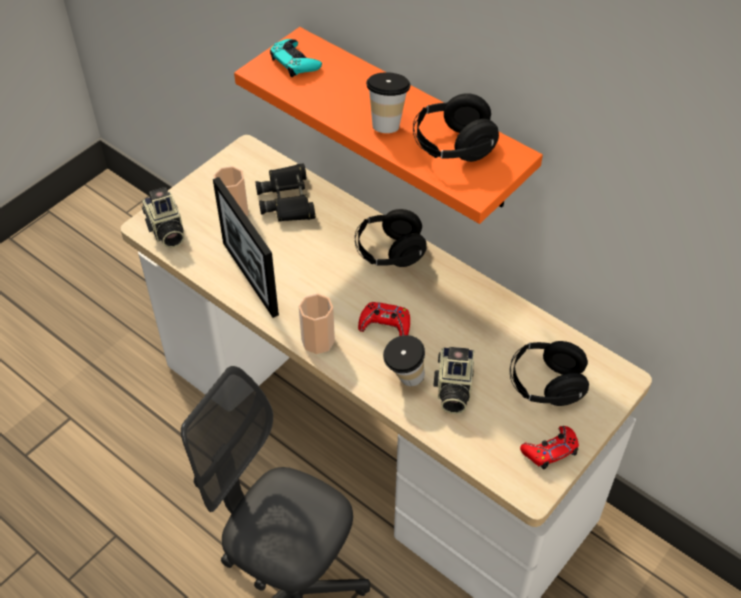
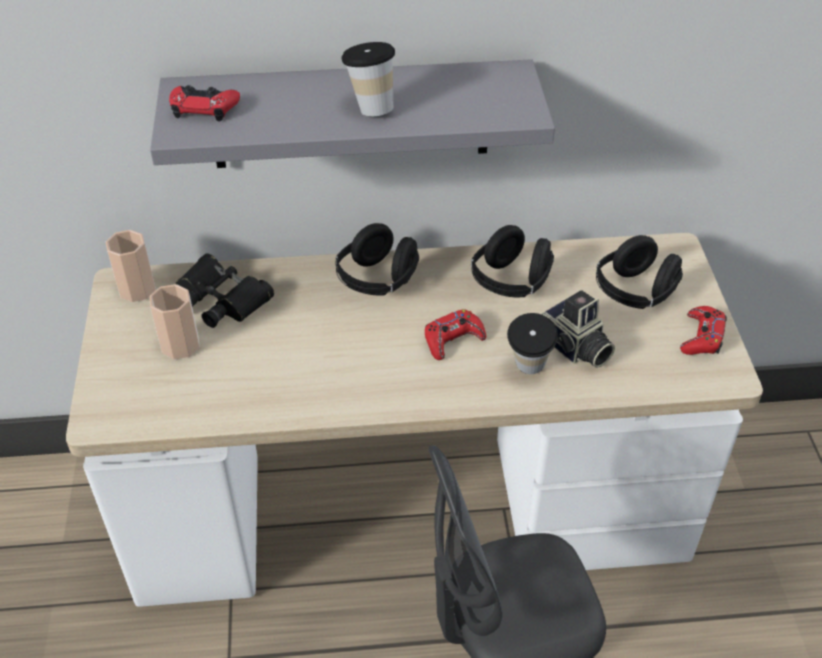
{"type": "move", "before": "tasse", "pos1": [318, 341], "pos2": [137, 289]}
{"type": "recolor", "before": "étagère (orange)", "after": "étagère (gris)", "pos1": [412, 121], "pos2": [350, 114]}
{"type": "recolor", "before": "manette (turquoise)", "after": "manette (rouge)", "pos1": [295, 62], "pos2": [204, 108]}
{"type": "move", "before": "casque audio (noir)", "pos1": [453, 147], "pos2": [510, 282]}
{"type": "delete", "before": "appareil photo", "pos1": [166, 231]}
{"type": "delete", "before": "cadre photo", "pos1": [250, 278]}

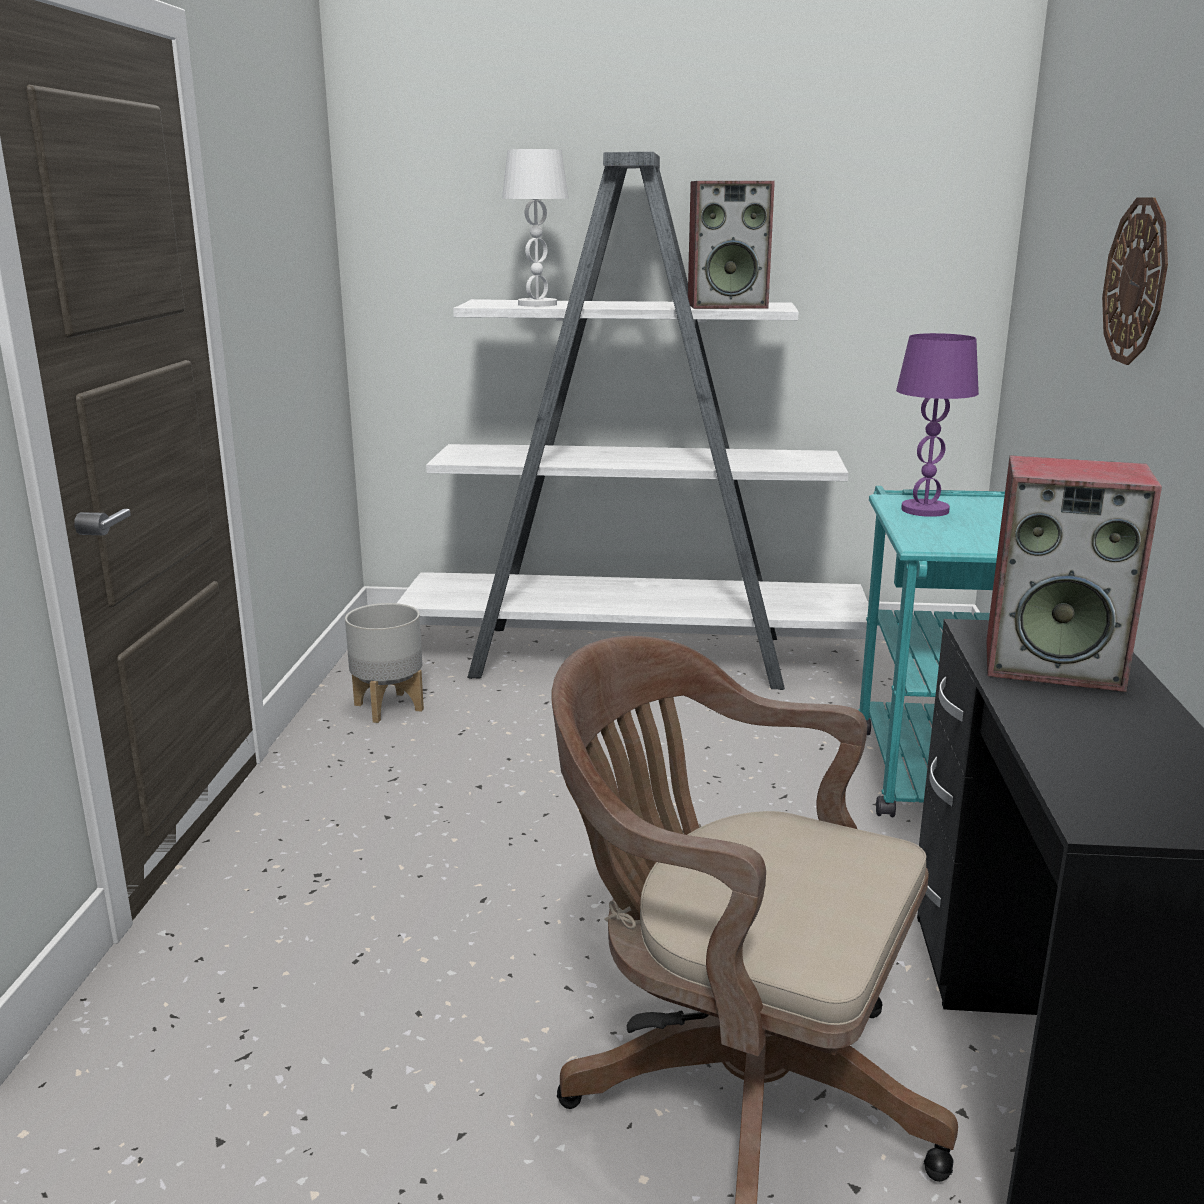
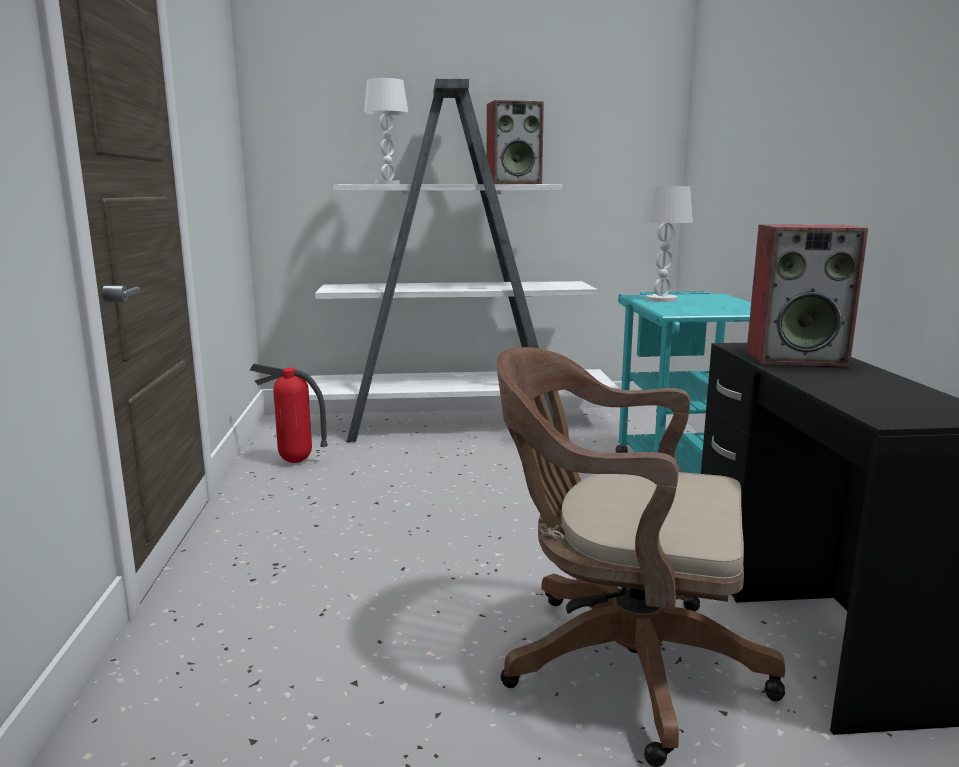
{"type": "replace", "before": "cache-pot (gris)", "after": "extincteur", "pos1": [388, 707], "pos2": [295, 462]}
{"type": "recolor", "before": "lampe de table (violet)", "after": "lampe de table (blanc)", "pos1": [924, 510], "pos2": [661, 299]}
{"type": "delete", "before": "horloge murale", "pos1": [1136, 281]}

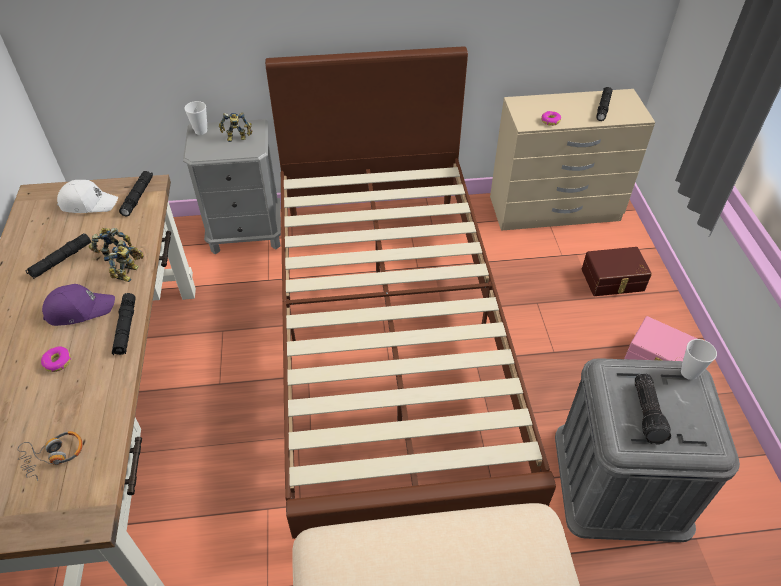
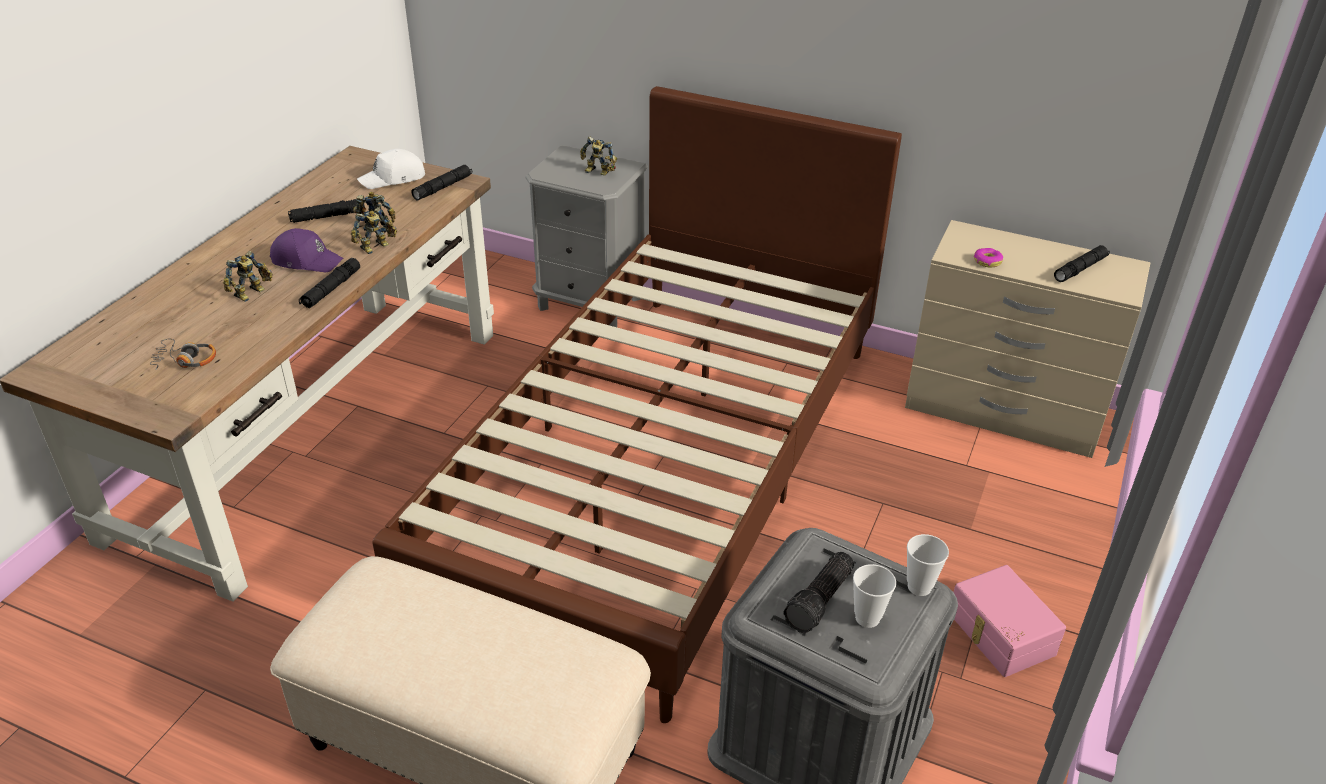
{"type": "replace", "before": "beignet", "after": "robot jouet", "pos1": [57, 362], "pos2": [252, 293]}
{"type": "rotate", "before": "casquette (blanc)", "pos1": [88, 203], "pos2": [393, 178], "turn": 120}
{"type": "move", "before": "tasse", "pos1": [201, 131], "pos2": [867, 618]}
{"type": "delete", "before": "boîte de rangement (marron)", "pos1": [613, 280]}

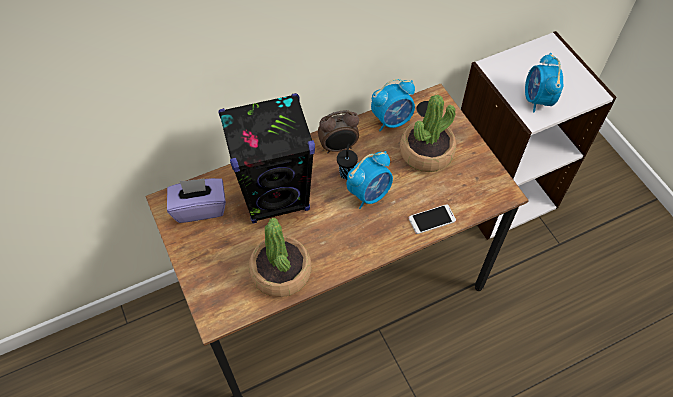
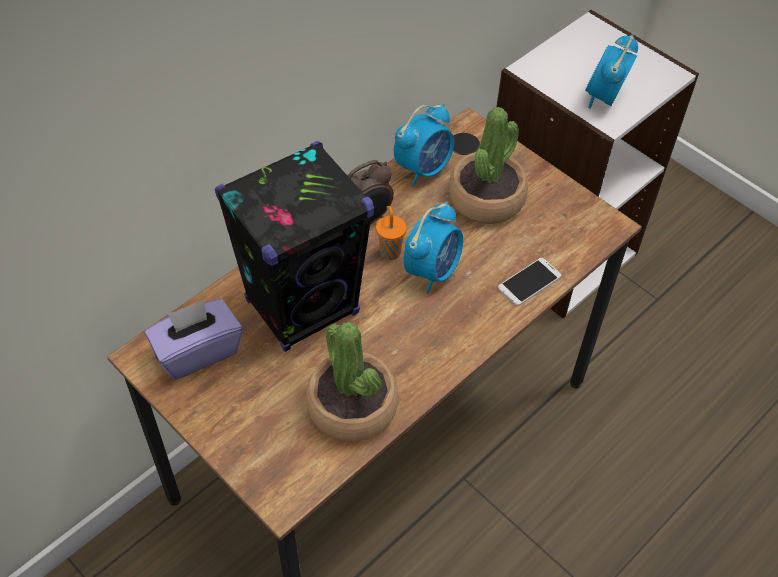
{"type": "recolor", "before": "tasse (noir)", "after": "tasse (orange)", "pos1": [347, 173], "pos2": [390, 251]}
{"type": "rotate", "before": "réveil", "pos1": [537, 100], "pos2": [604, 98], "turn": 45}

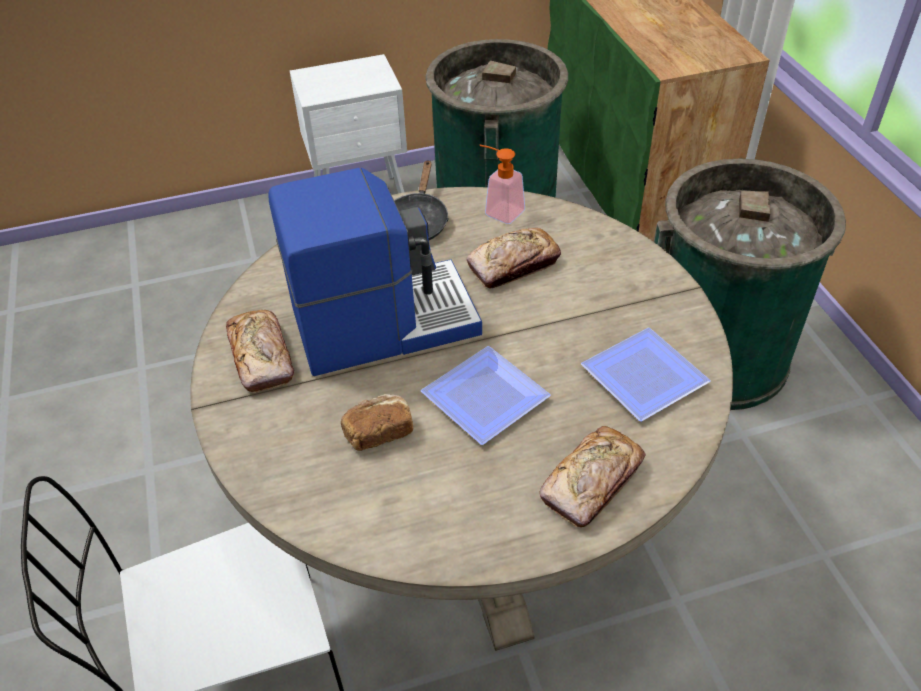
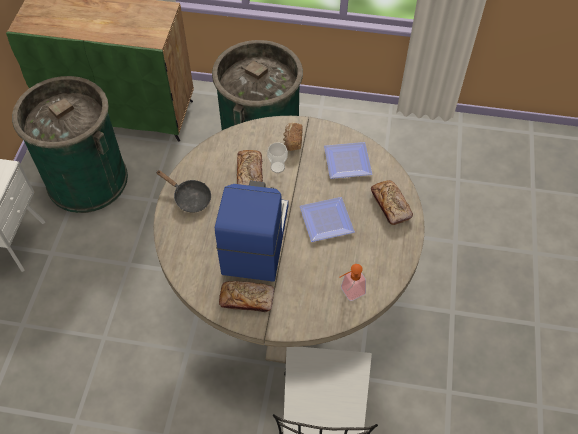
{"type": "insert", "after": "tasse", "pos2": [277, 167]}
{"type": "move", "before": "pain", "pos1": [378, 432], "pos2": [292, 141]}
{"type": "move", "before": "distributeur de savon", "pos1": [499, 210], "pos2": [349, 292]}

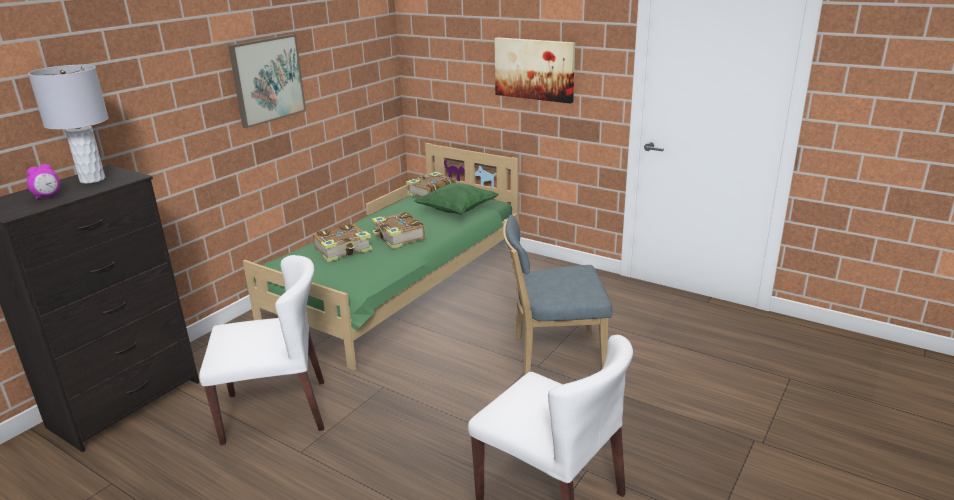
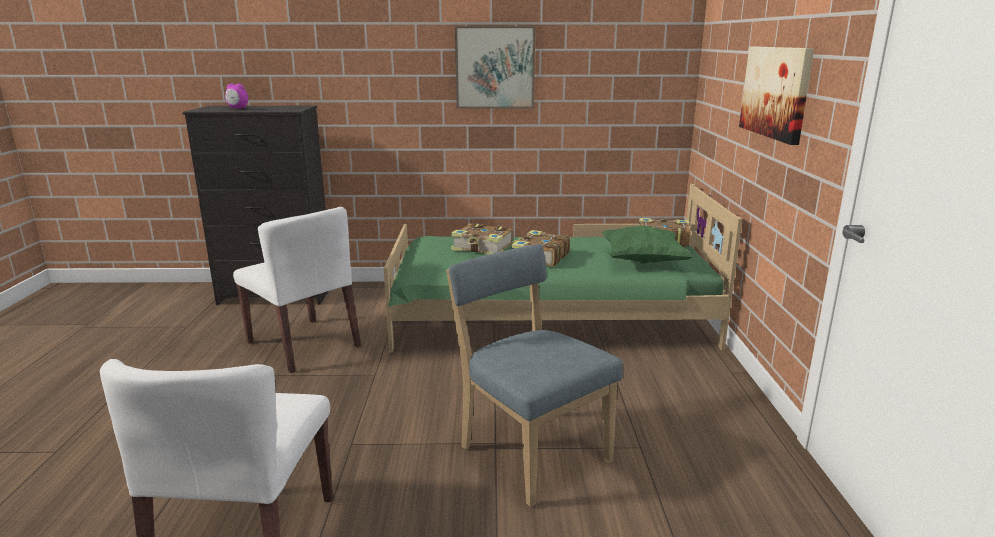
{"type": "delete", "before": "lampe de table (gris)", "pos1": [92, 179]}

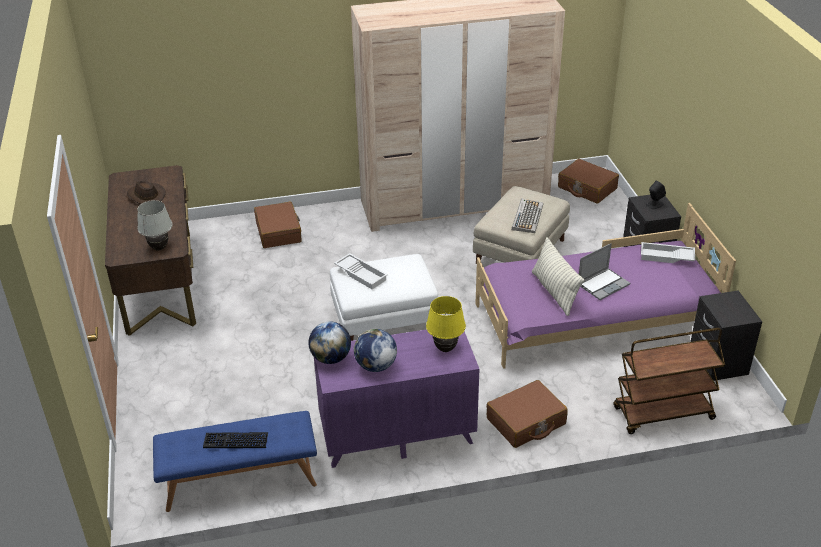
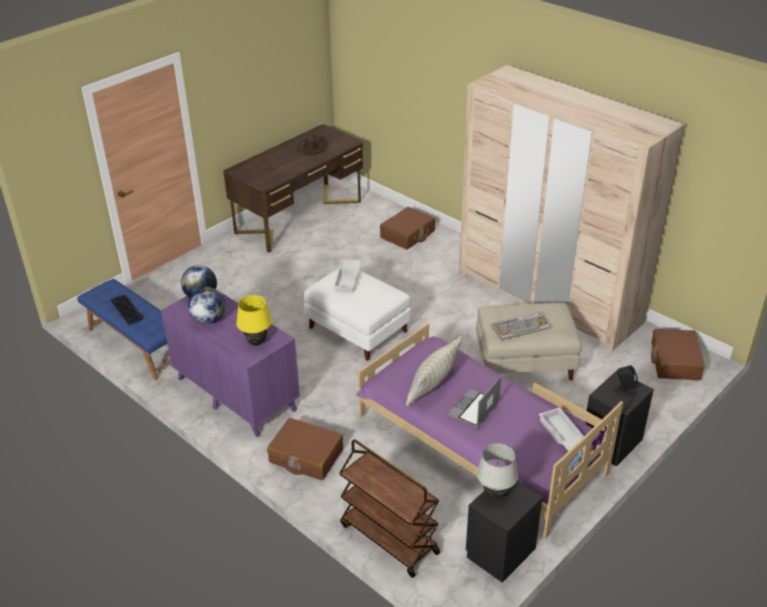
{"type": "rotate", "before": "ordinateur portable", "pos1": [603, 284], "pos2": [474, 410], "turn": 105}
{"type": "move", "before": "lampe de table (blanc)", "pos1": [159, 248], "pos2": [495, 495]}

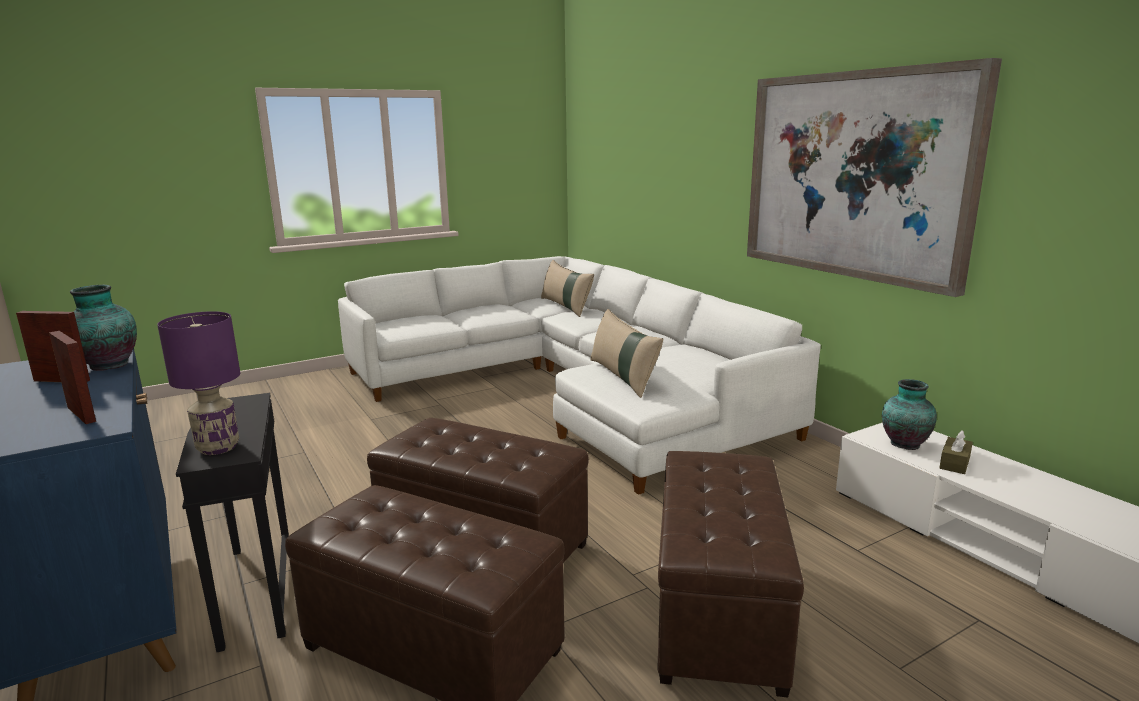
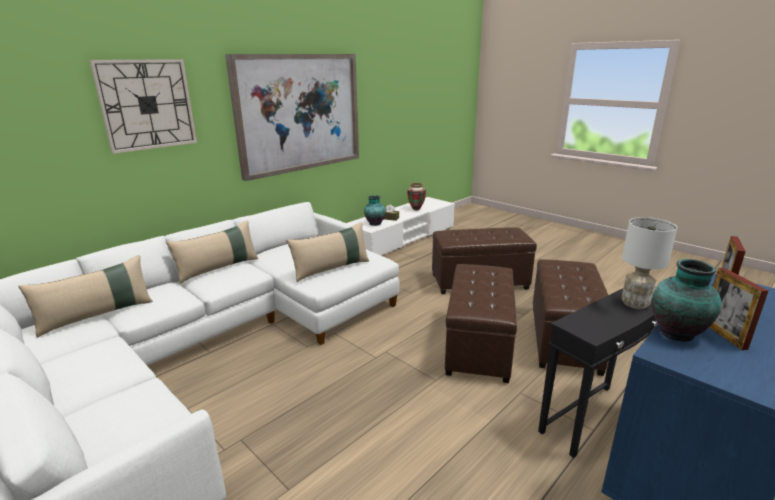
{"type": "insert", "after": "horloge murale", "pos2": [147, 105]}
{"type": "insert", "after": "coussin (beige)", "pos2": [218, 268]}
{"type": "insert", "after": "vase", "pos2": [416, 209]}
{"type": "recolor", "before": "lampe de table (violet)", "after": "lampe de table (blanc)", "pos1": [219, 447], "pos2": [634, 304]}

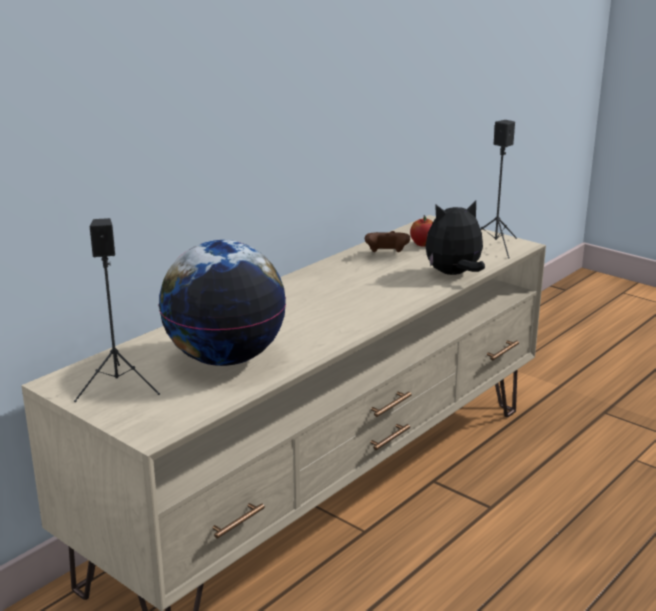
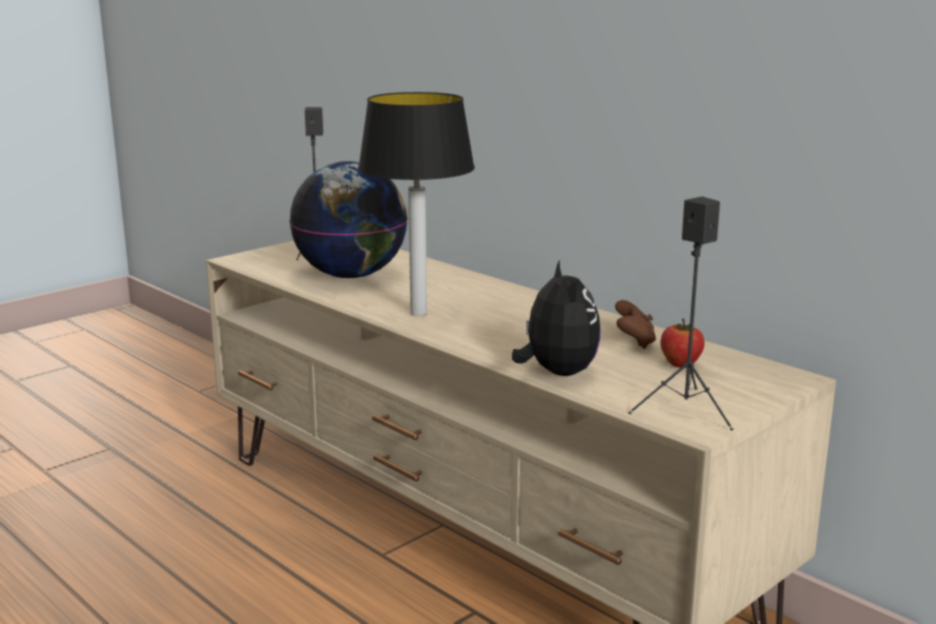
{"type": "insert", "after": "lampe de table", "pos2": [417, 313]}

